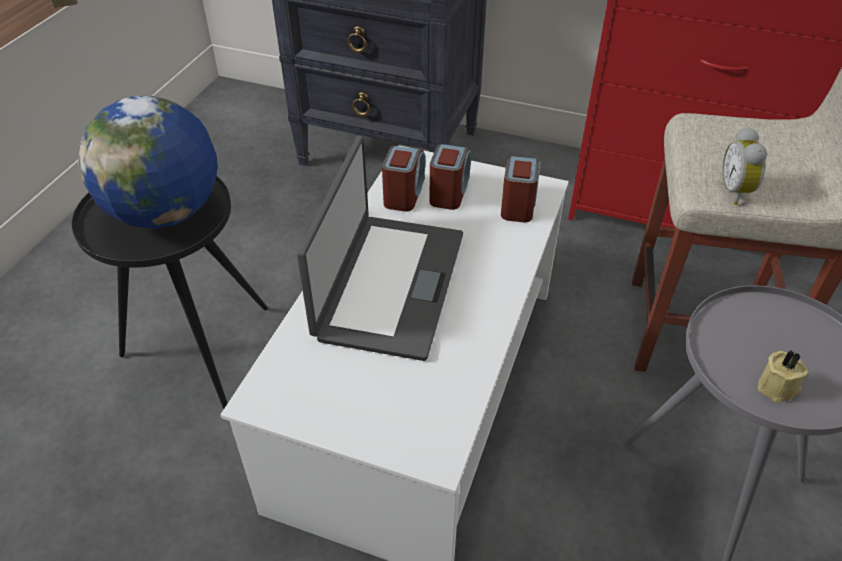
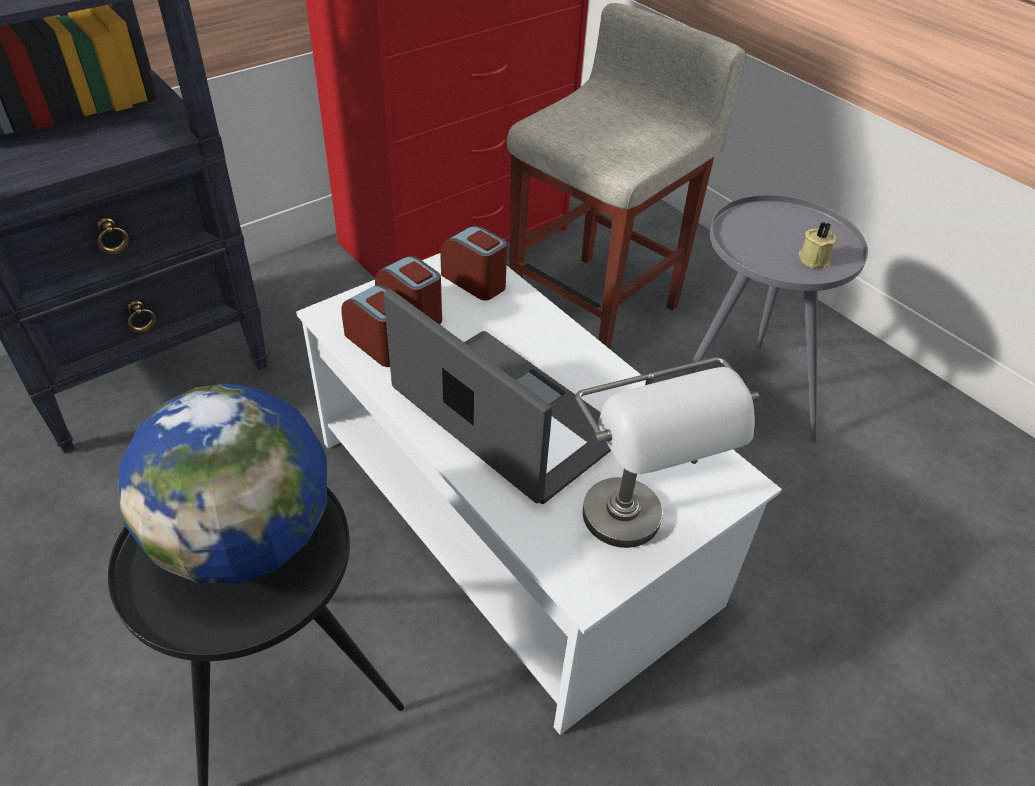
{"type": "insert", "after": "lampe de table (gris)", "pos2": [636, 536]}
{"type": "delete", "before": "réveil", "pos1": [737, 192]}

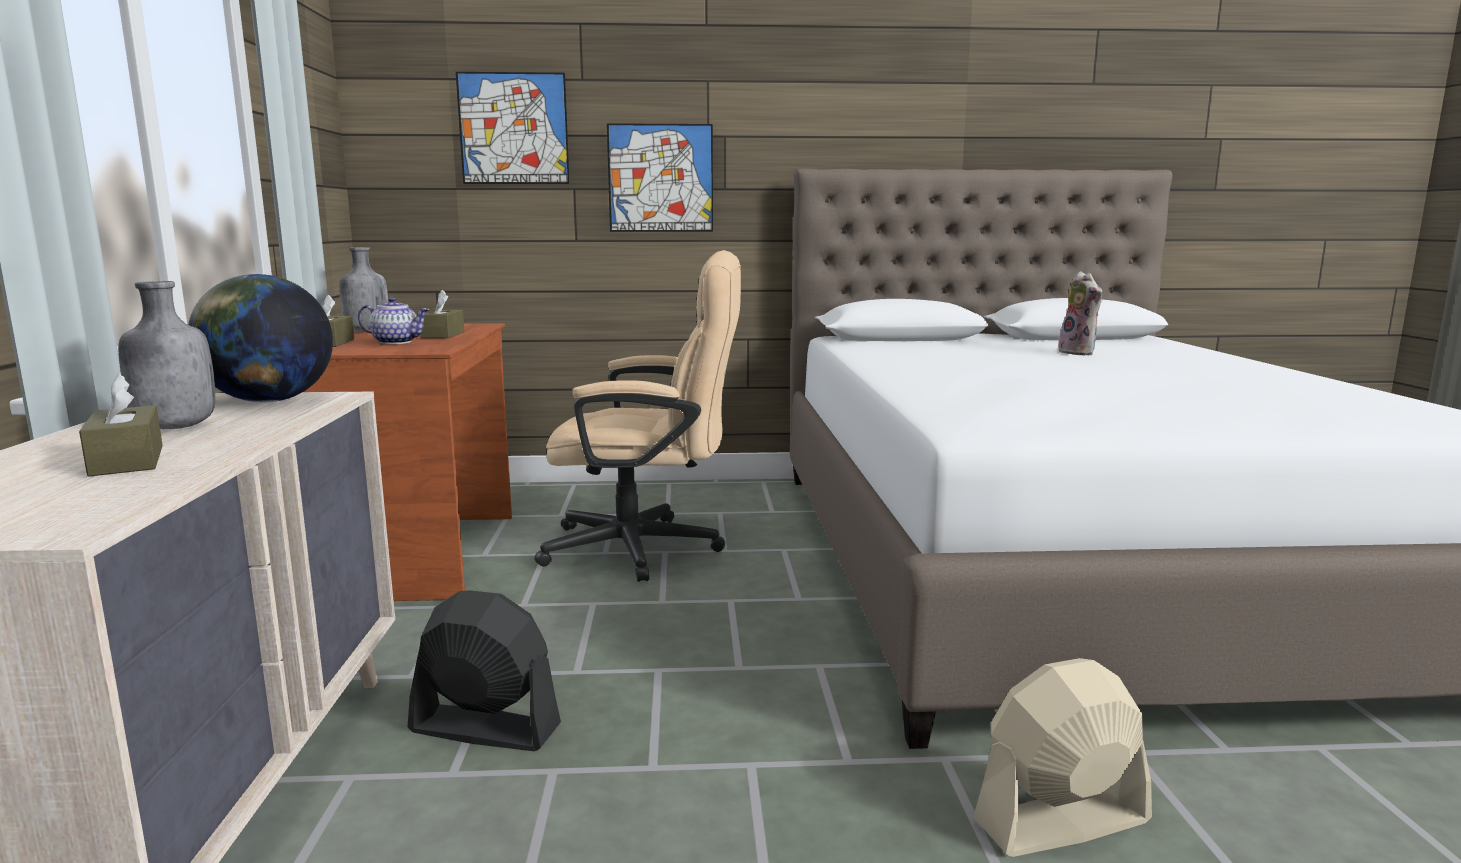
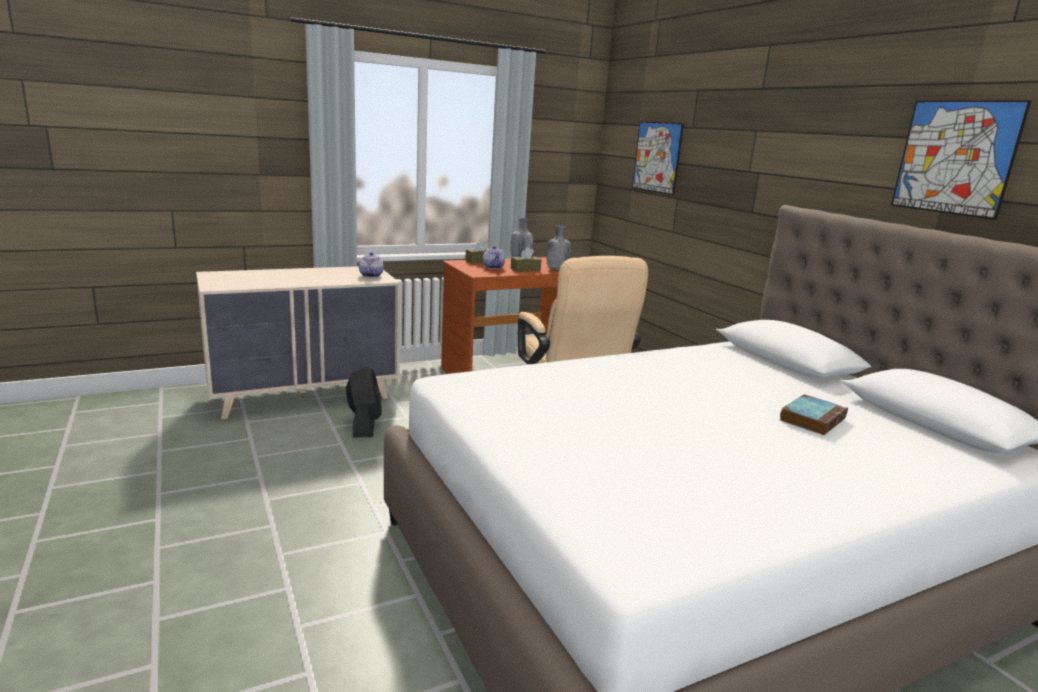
{"type": "replace", "before": "globe", "after": "théière", "pos1": [269, 401], "pos2": [371, 275]}
{"type": "move", "before": "bouteille (gris)", "pos1": [174, 427], "pos2": [556, 269]}
{"type": "replace", "before": "peluche", "after": "livre", "pos1": [1079, 353], "pos2": [812, 419]}
{"type": "move", "before": "tableau", "pos1": [660, 178], "pos2": [955, 157]}
{"type": "delete", "before": "boîte à mouchoirs (marron)", "pos1": [127, 460]}
{"type": "delete", "before": "ventilateur (beige)", "pos1": [1061, 821]}

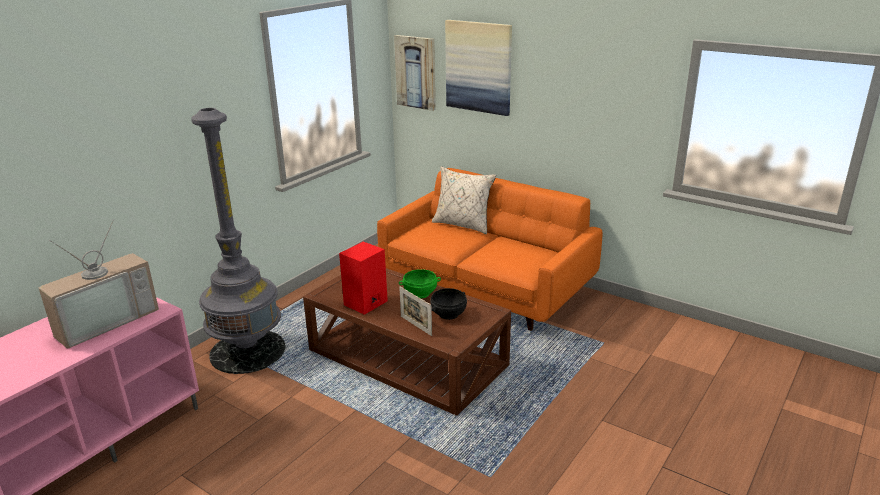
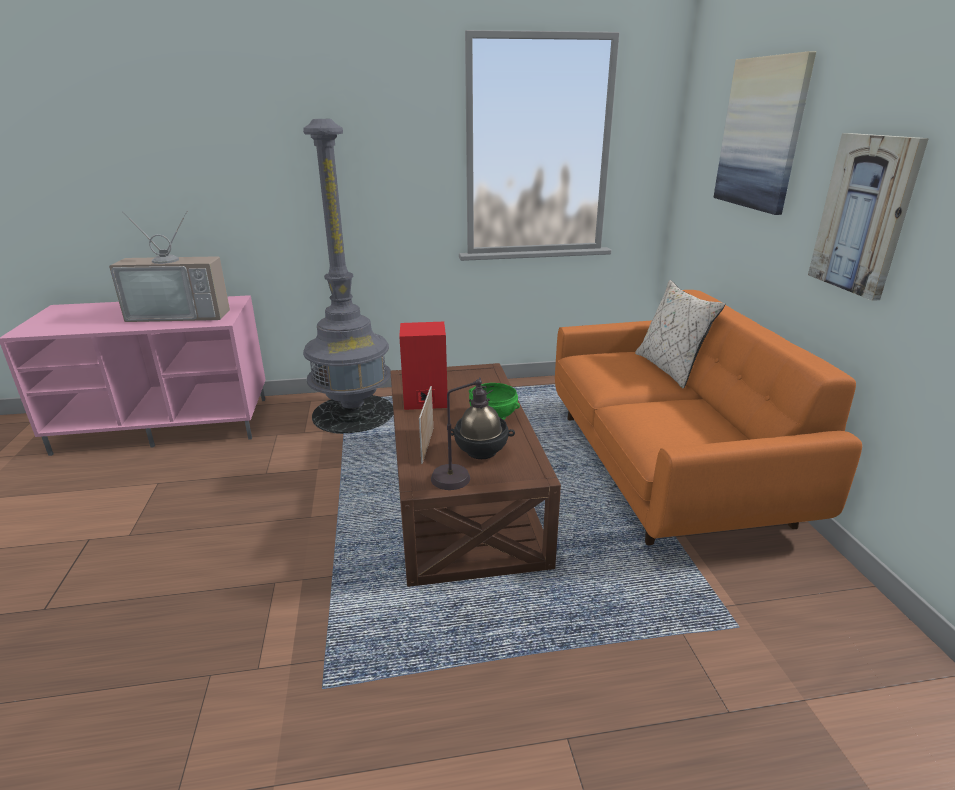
{"type": "insert", "after": "lampe de table", "pos2": [466, 480]}
{"type": "move", "before": "tableau", "pos1": [416, 72], "pos2": [864, 215]}

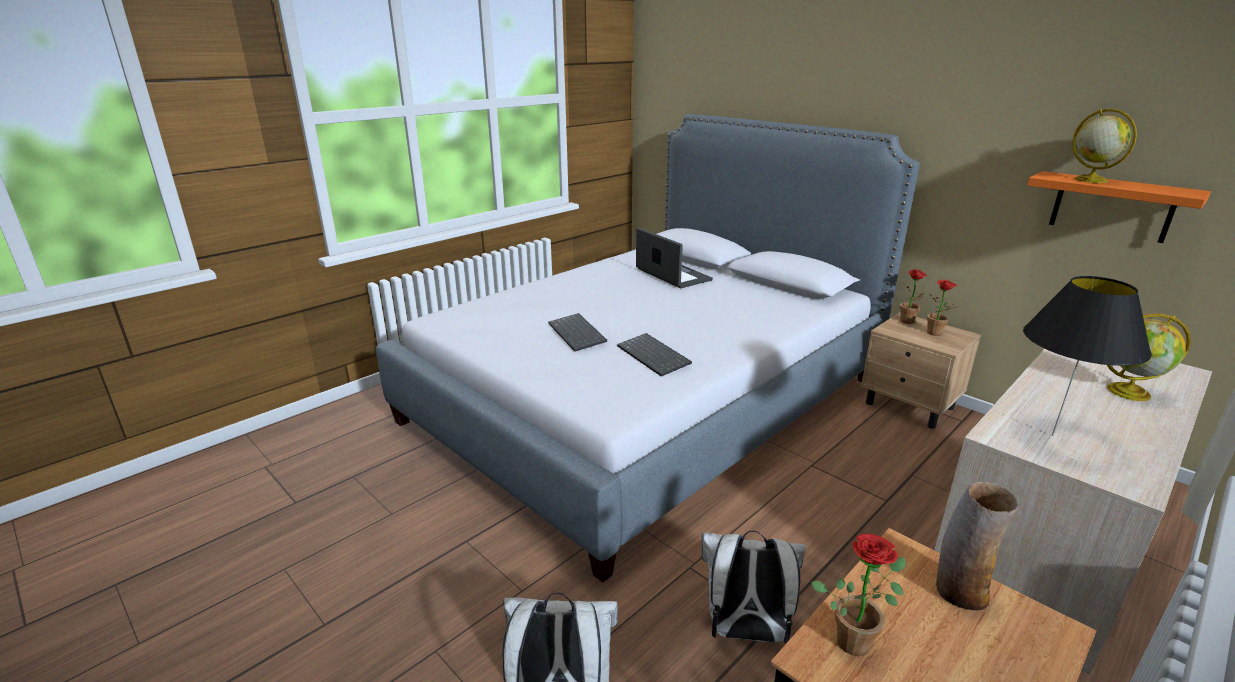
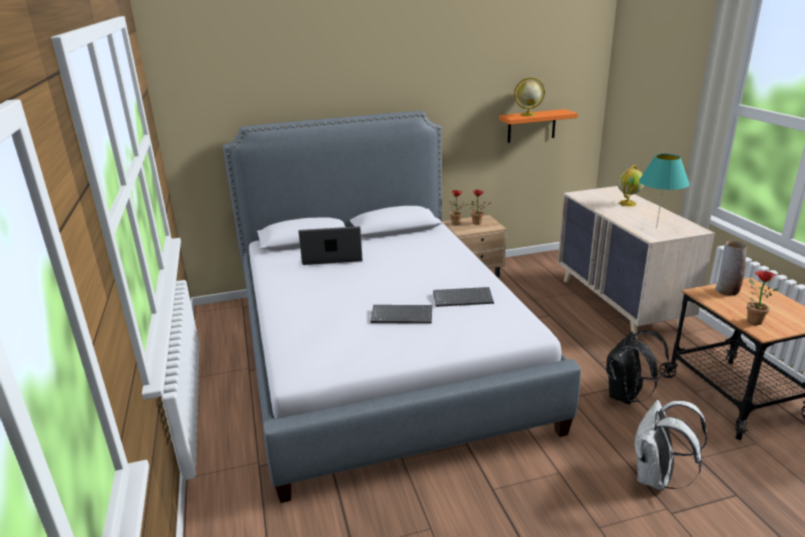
{"type": "recolor", "before": "sac à dos (blanc)", "after": "sac à dos (noir)", "pos1": [745, 632], "pos2": [626, 396]}
{"type": "recolor", "before": "lampe de table (noir)", "after": "lampe de table (turquoise)", "pos1": [1052, 435], "pos2": [656, 228]}

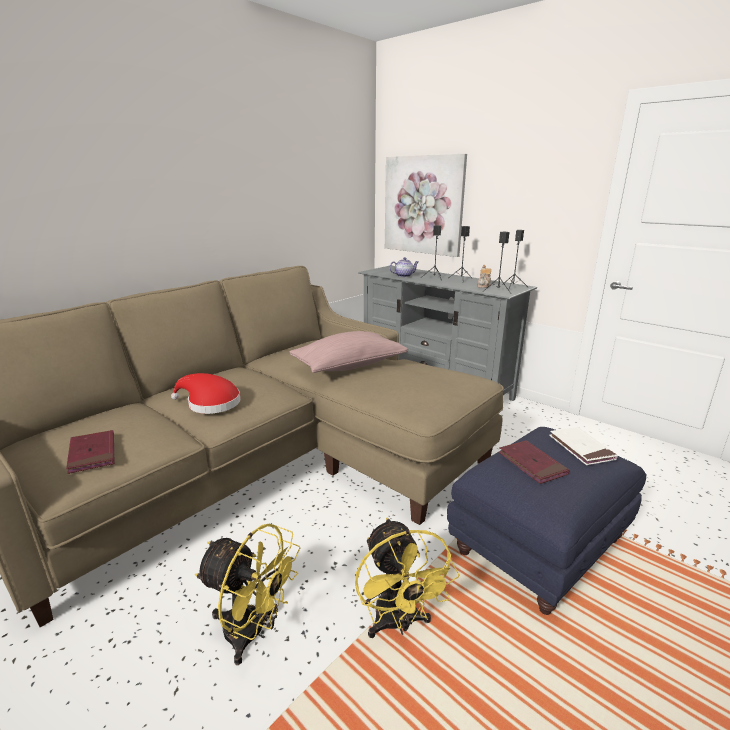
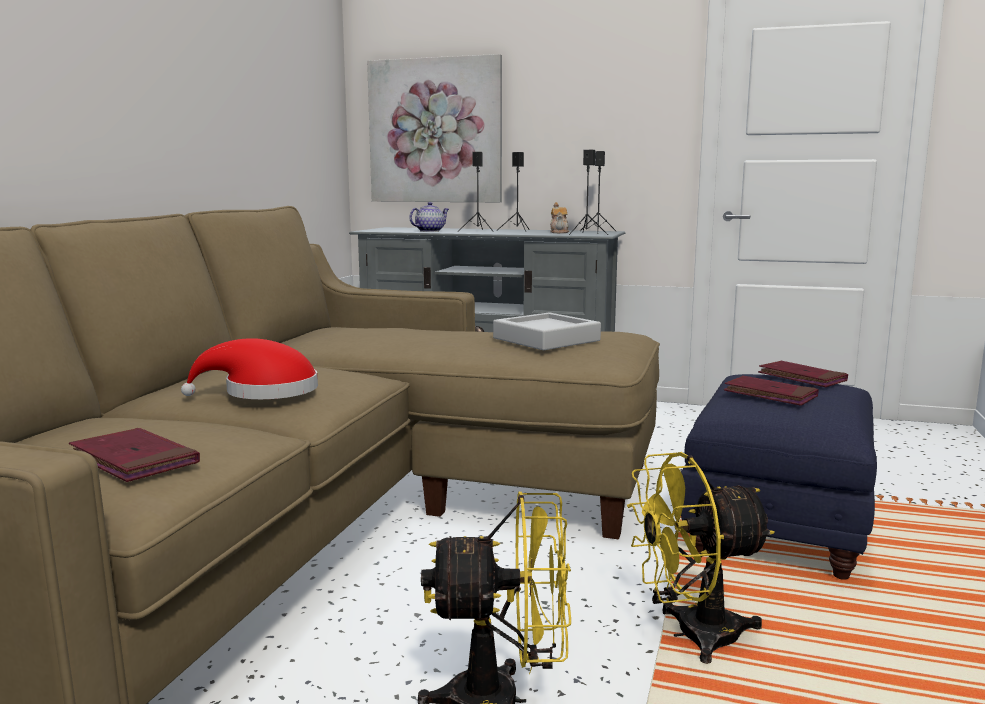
{"type": "insert", "after": "plateau (gris)", "pos2": [546, 339]}
{"type": "rotate", "before": "ventilateur (jaune)", "pos1": [398, 624], "pos2": [691, 635], "turn": 120}
{"type": "recolor", "before": "livre (blanc)", "after": "livre (rouge)", "pos1": [581, 448], "pos2": [802, 378]}
{"type": "delete", "before": "coussin (rose)", "pos1": [349, 366]}

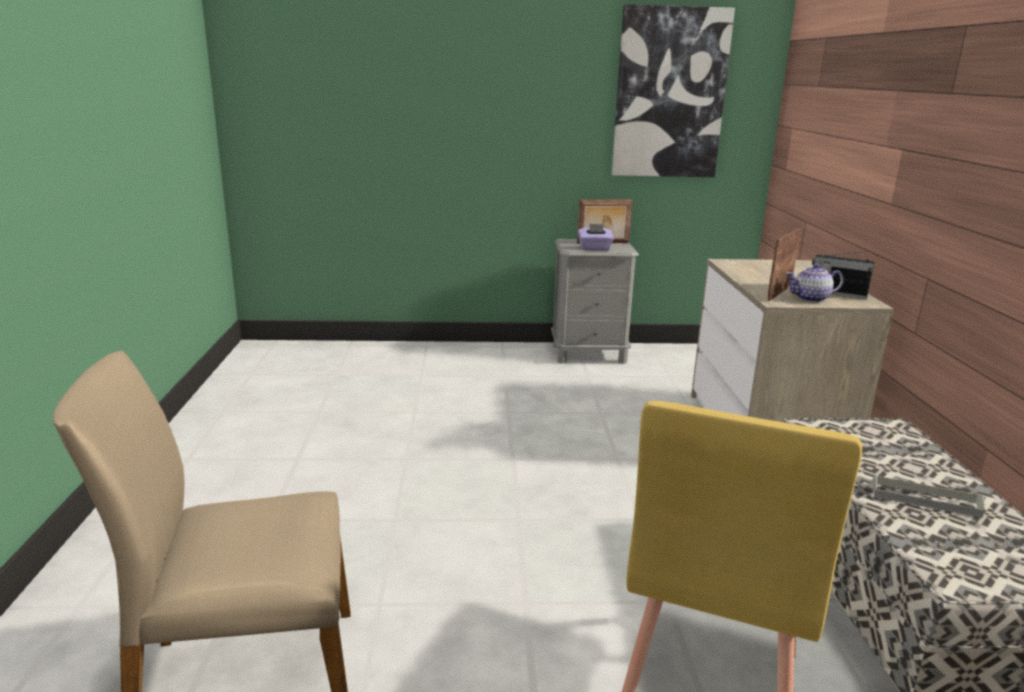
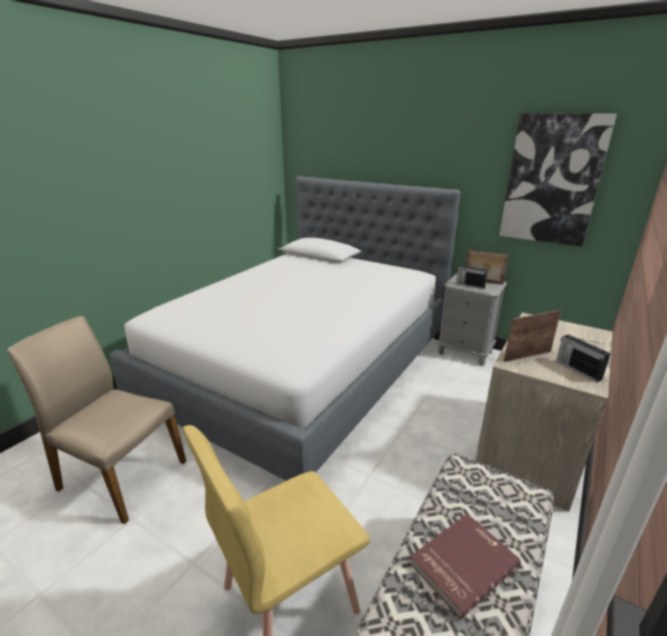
{"type": "insert", "after": "lit", "pos2": [304, 367]}
{"type": "replace", "before": "plateau (gris)", "after": "livre (rouge)", "pos1": [925, 499], "pos2": [462, 563]}
{"type": "replace", "before": "boîte à mouchoirs (violet)", "after": "radio", "pos1": [594, 249], "pos2": [469, 285]}
{"type": "delete", "before": "théière", "pos1": [811, 298]}

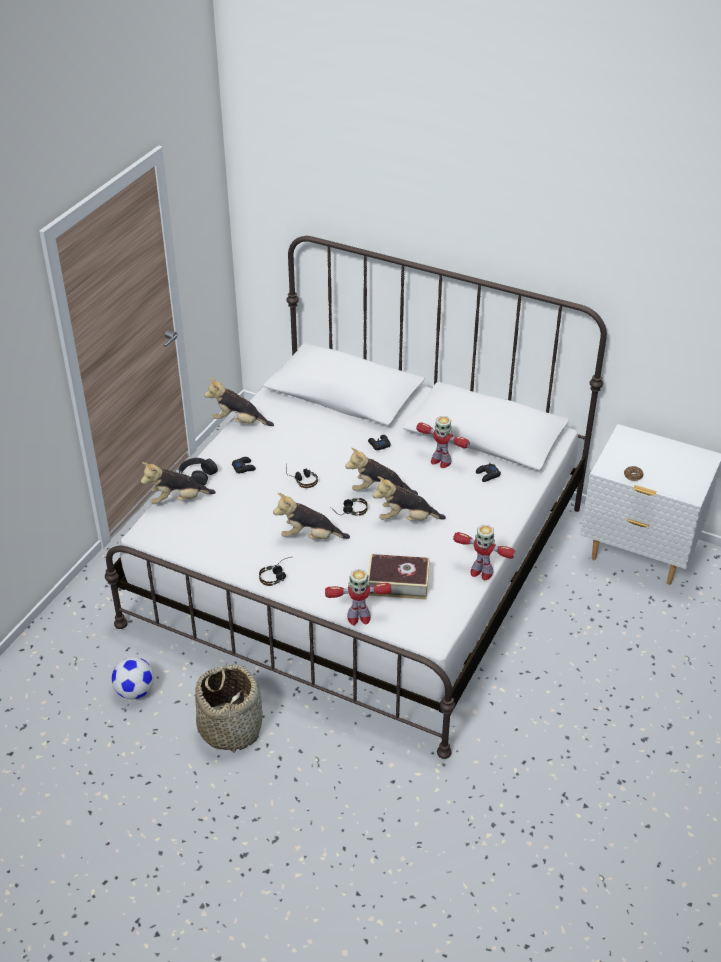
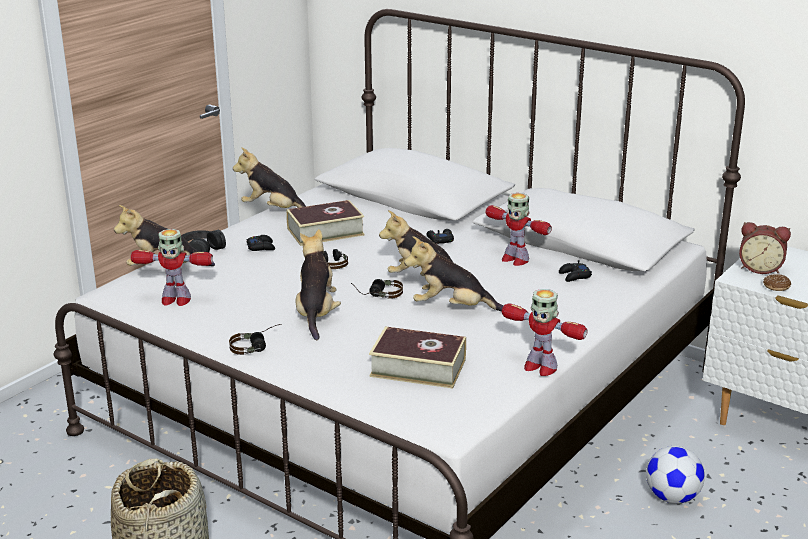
{"type": "move", "before": "robot jouet", "pos1": [358, 617], "pos2": [175, 300]}
{"type": "insert", "after": "livre", "pos2": [325, 231]}
{"type": "rotate", "before": "peluche", "pos1": [310, 537], "pos2": [316, 314], "turn": 75}
{"type": "move", "before": "ballon de foot", "pos1": [135, 691], "pos2": [672, 497]}
{"type": "insert", "after": "réveil", "pos2": [760, 268]}

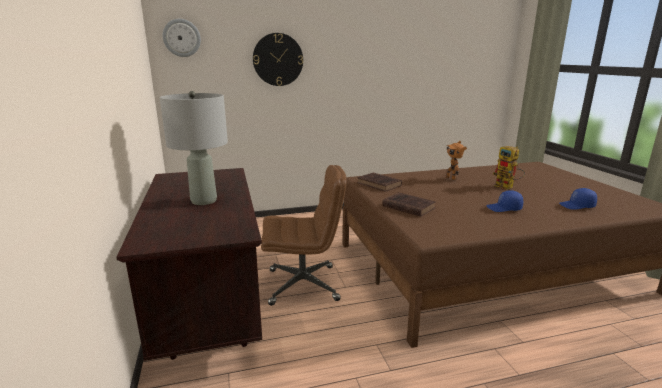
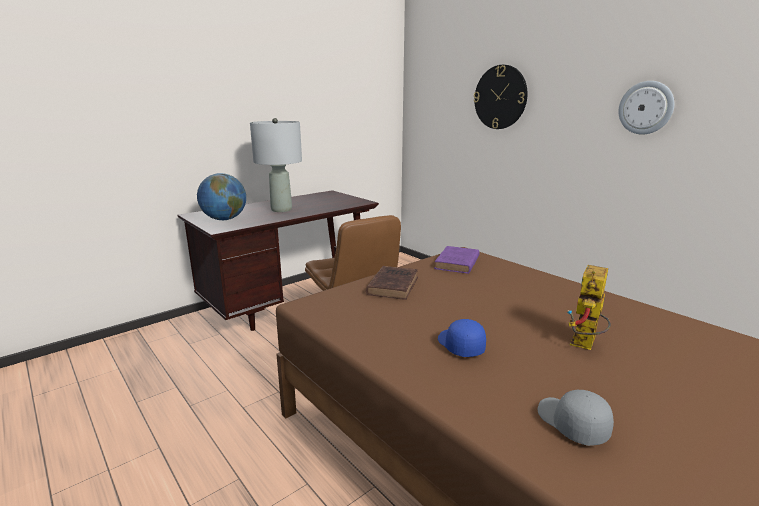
{"type": "insert", "after": "globe", "pos2": [224, 219]}
{"type": "recolor", "before": "livre (marron)", "after": "livre (violet)", "pos1": [380, 184], "pos2": [457, 263]}
{"type": "recolor", "before": "casquette (bleu)", "after": "casquette (gris)", "pos1": [577, 206], "pos2": [571, 424]}
{"type": "move", "before": "horloge murale", "pos1": [181, 38], "pos2": [646, 108]}
{"type": "delete", "before": "robot jouet", "pos1": [451, 178]}

